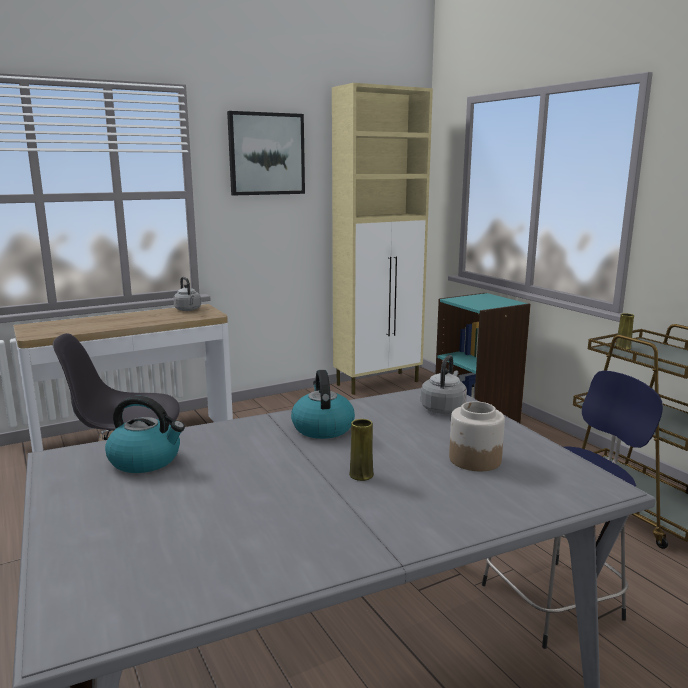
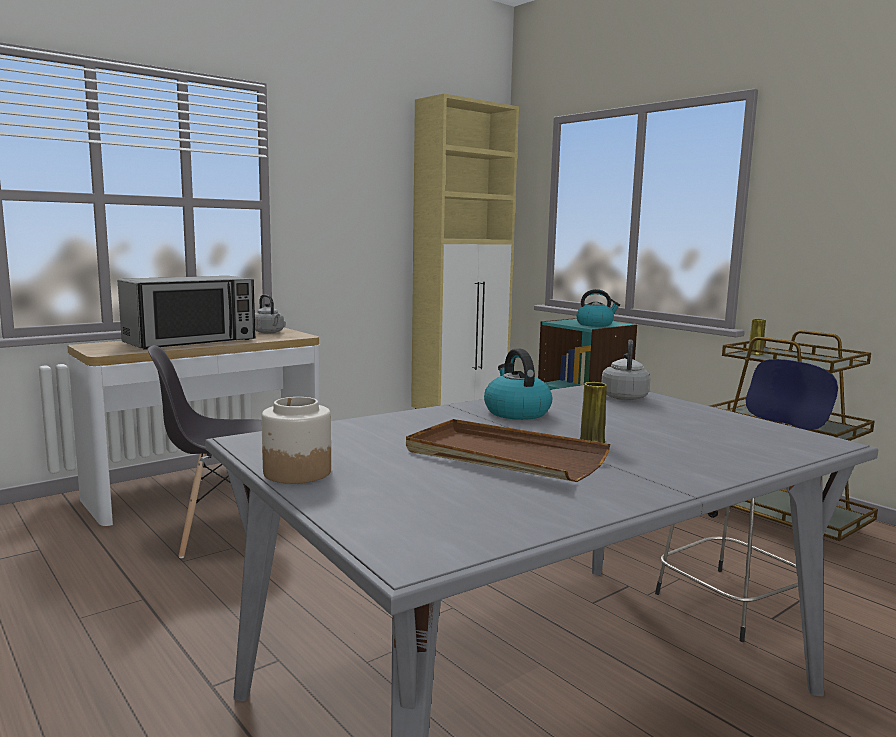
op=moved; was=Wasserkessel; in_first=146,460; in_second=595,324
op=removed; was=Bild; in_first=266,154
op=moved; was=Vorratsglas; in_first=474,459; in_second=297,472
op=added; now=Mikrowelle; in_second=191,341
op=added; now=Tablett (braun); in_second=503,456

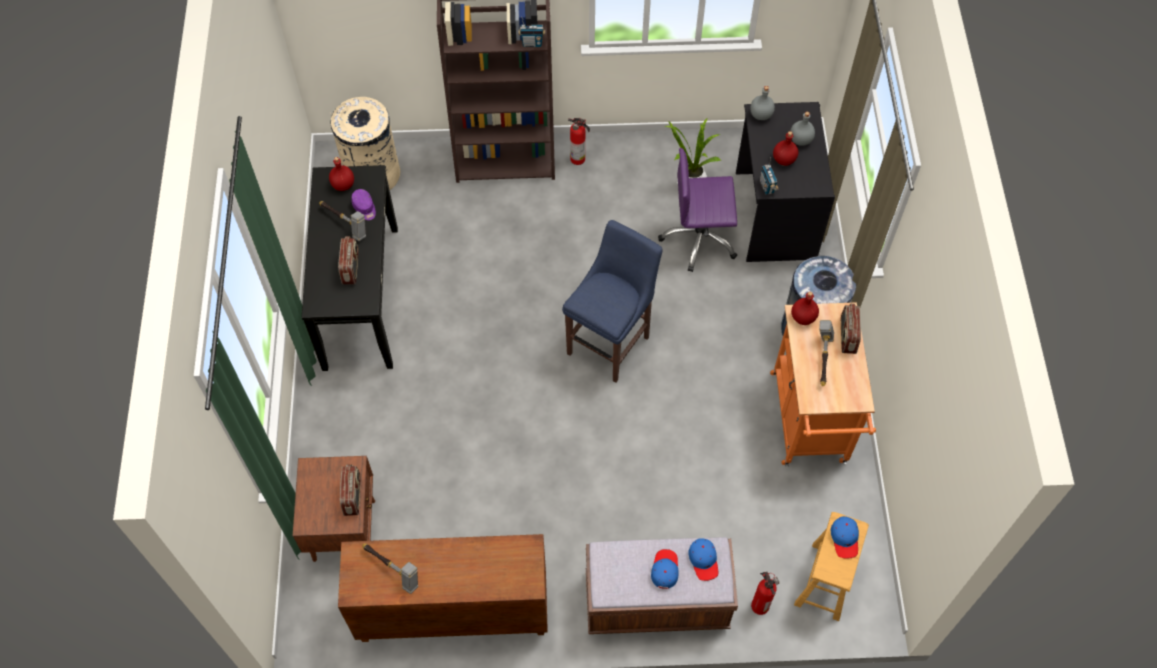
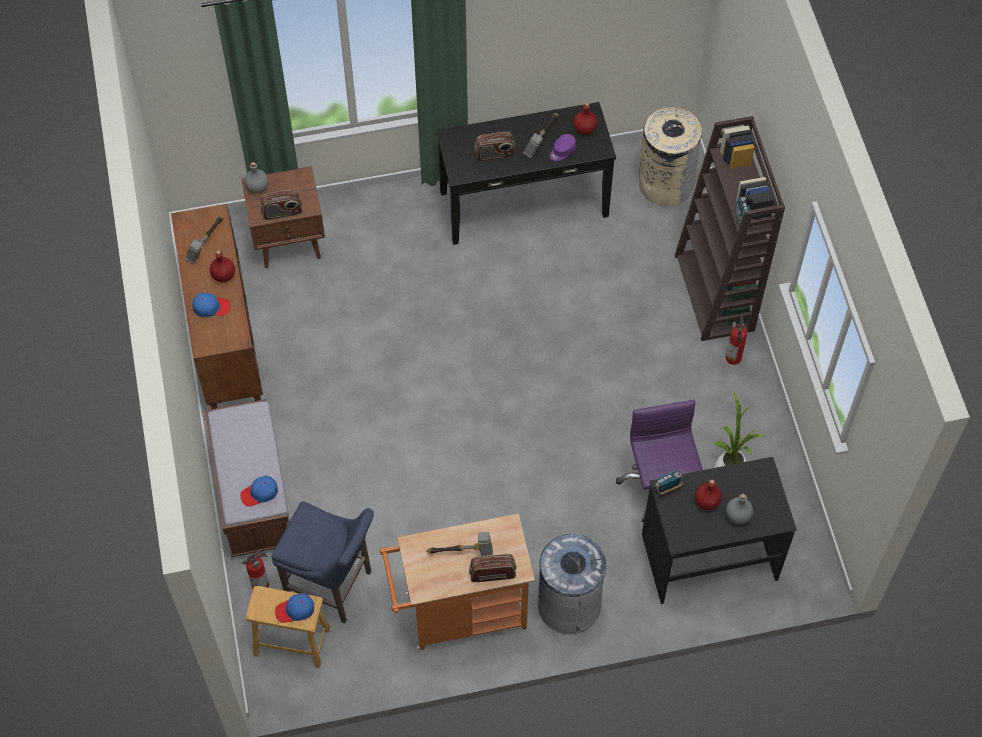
op=moved; was=Hocker (blau); in_first=611,342; in_second=333,587
op=moved; was=Kappe (blau); in_first=664,570; in_second=211,307
op=moved; was=Flasche (grau); in_first=761,115; in_second=257,188
op=moved; was=Flasche (rot); in_first=803,317; in_second=224,275

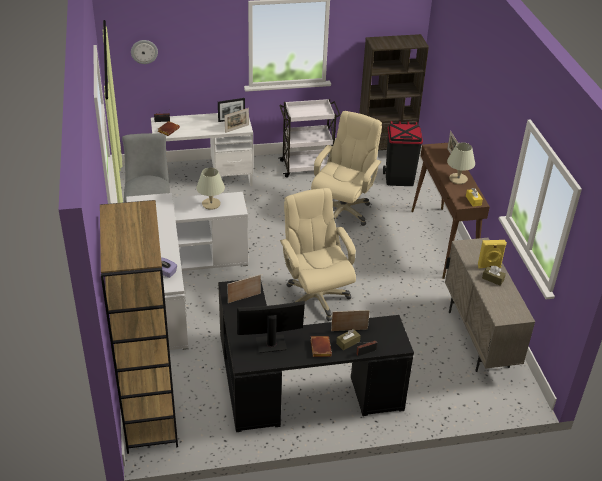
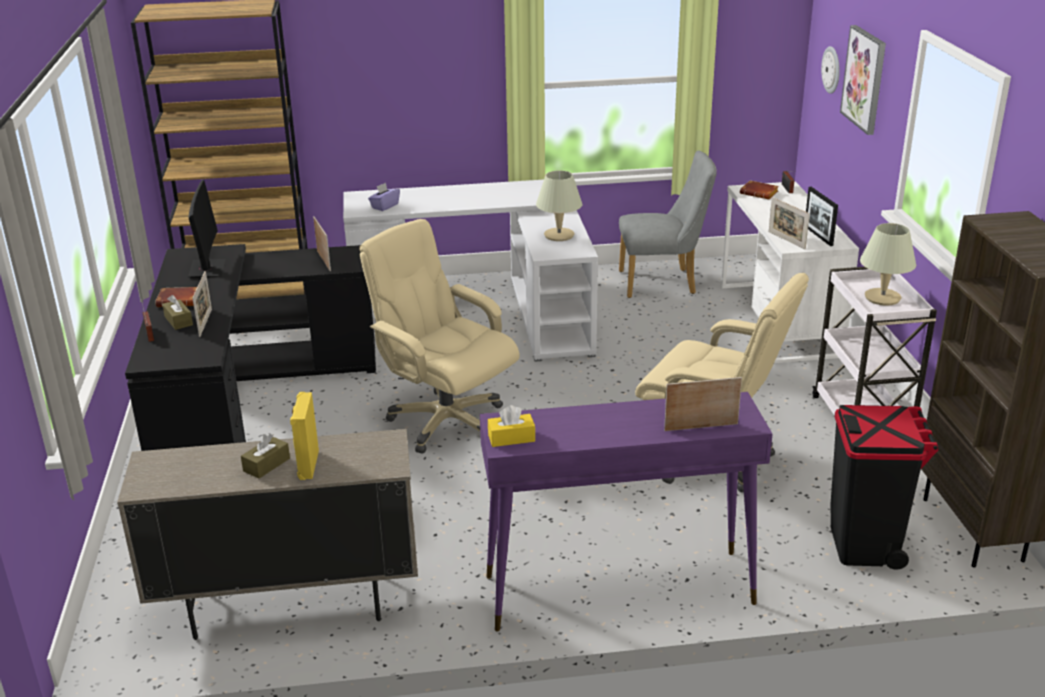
op=turned; was=Bürostuhl (beige); in_first=315,297; in_second=446,421; clockwise=-120
op=recoloured; was=Konsolentisch (braun); now=Konsolentisch (lila); in_first=442,242; in_second=617,590
op=moved; was=Tischlampe (beige); in_first=458,179; in_second=882,298
op=added; now=Bild; in_second=864,79

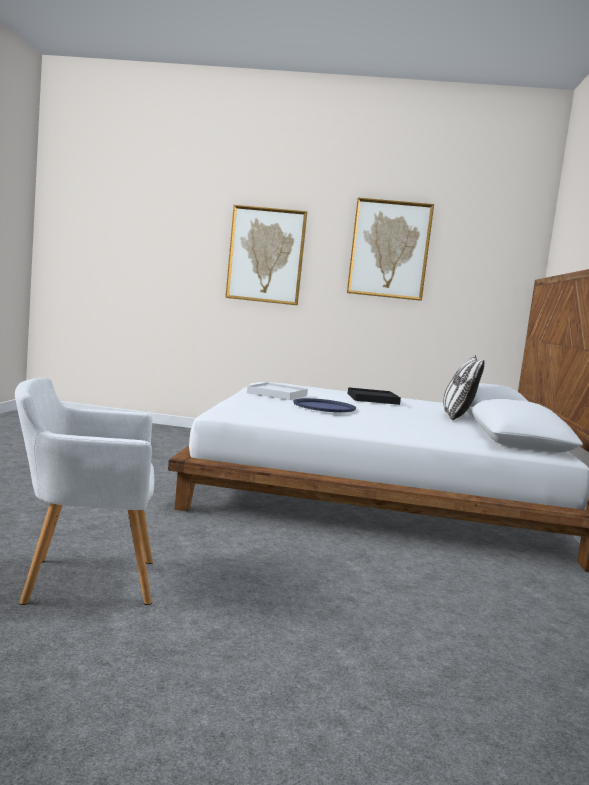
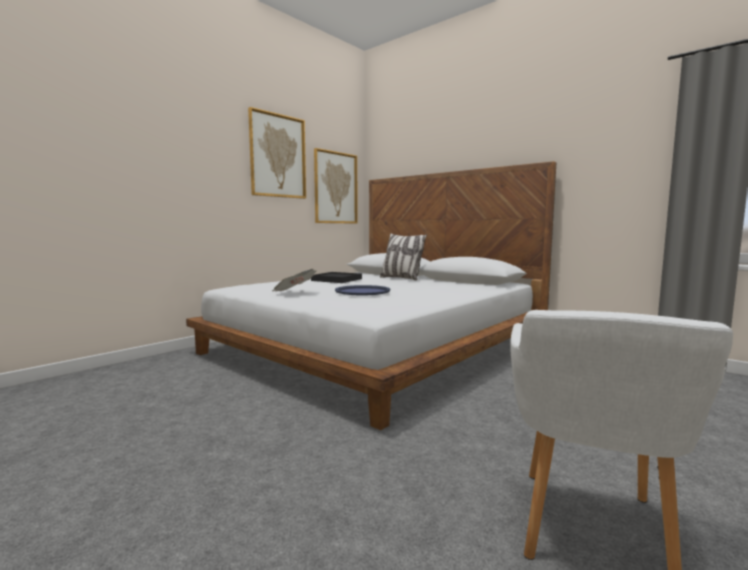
op=moved; was=Bild; in_first=266,255; in_second=335,188
op=replaced; was=Tablett (weiß); now=Zeitung; in_first=277,394; in_second=294,293

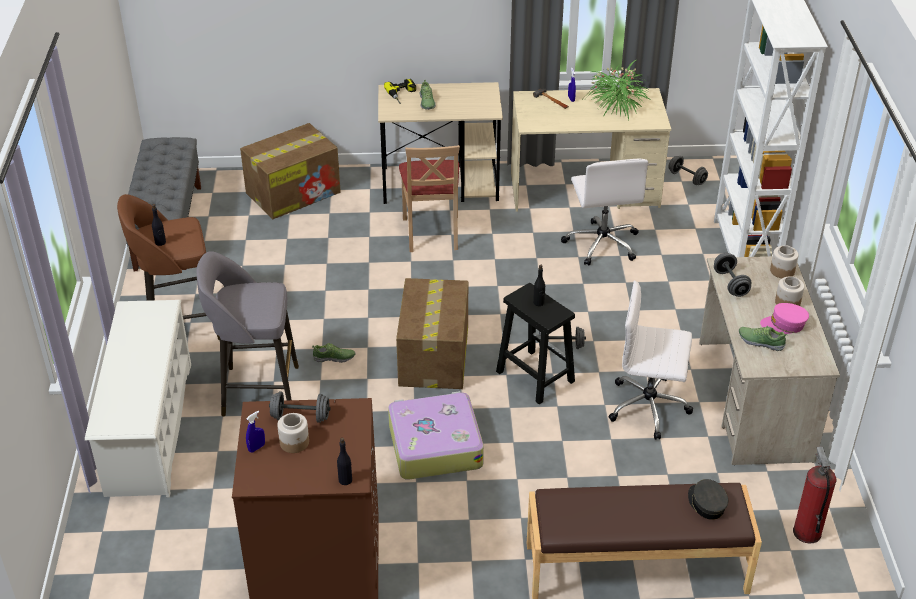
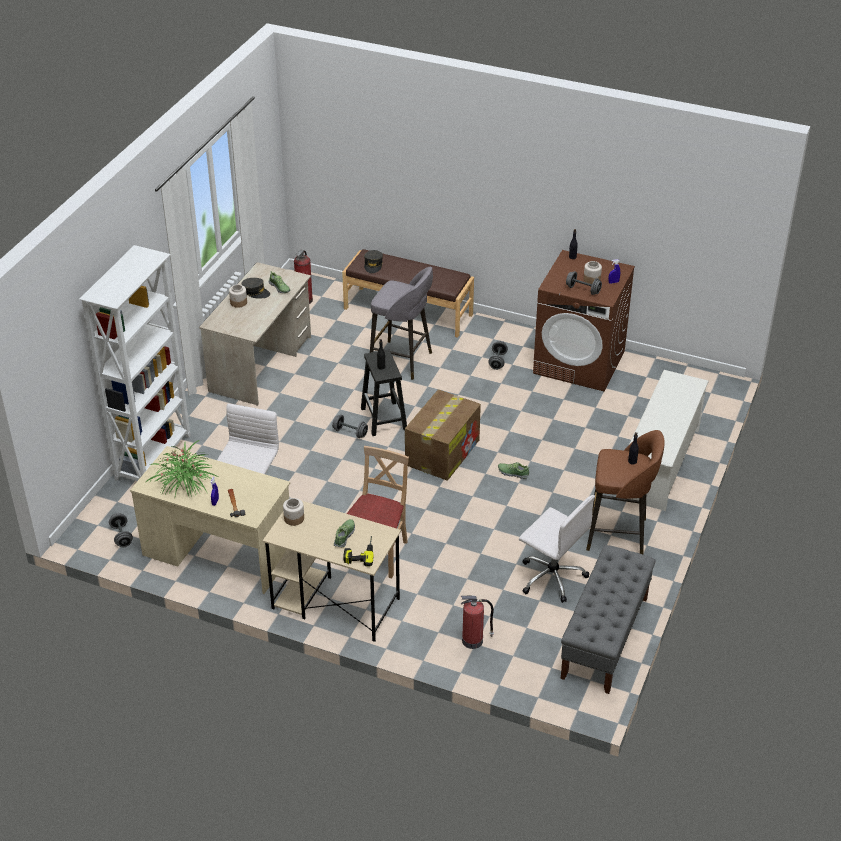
op=moved; was=Hocker (grau); in_first=257,391; in_second=402,360
op=replaced; was=Karton; now=Feuerlöscher; in_first=294,192; in_second=473,640
op=removed; was=Koffer; in_first=434,445
op=moved; was=Bürostuhl (weiß); in_first=649,407; in_second=551,576
op=moved; was=Hantel (grau); in_first=730,283; in_second=497,361
op=recoloured; was=Kappe (rosa); now=Kappe (grau); in_first=784,325; in_second=256,292
op=moved; was=Vorratsglas; in_first=782,271; in_second=294,518

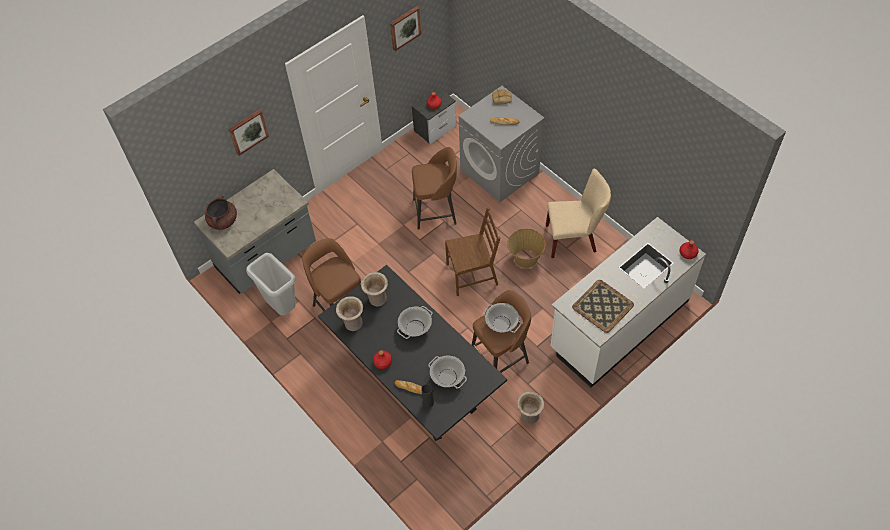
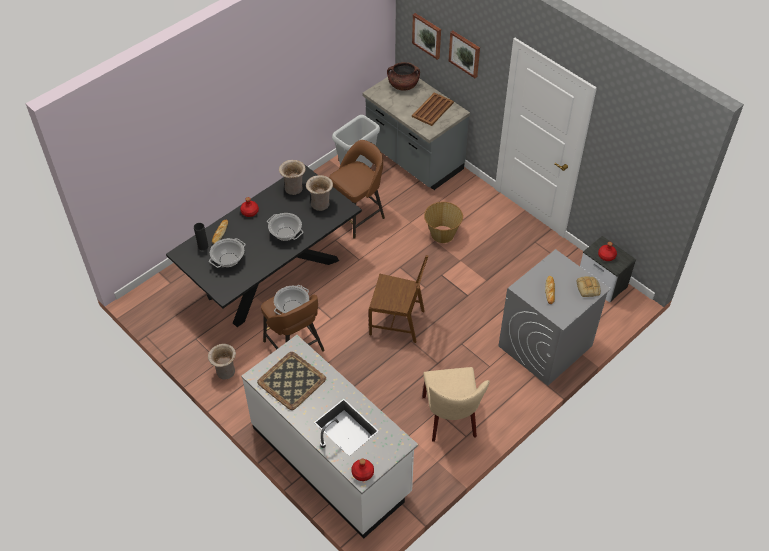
op=moved; was=Bild; in_first=404,27; in_second=427,35
op=removed; was=Hocker (braun); in_first=436,211
op=turned; was=Stuhl (braun); in_first=472,274; in_second=397,322; clockwise=-60
op=moved; was=Korb; in_first=525,259; in_second=442,234
op=added; now=Tablett (braun); in_second=432,110

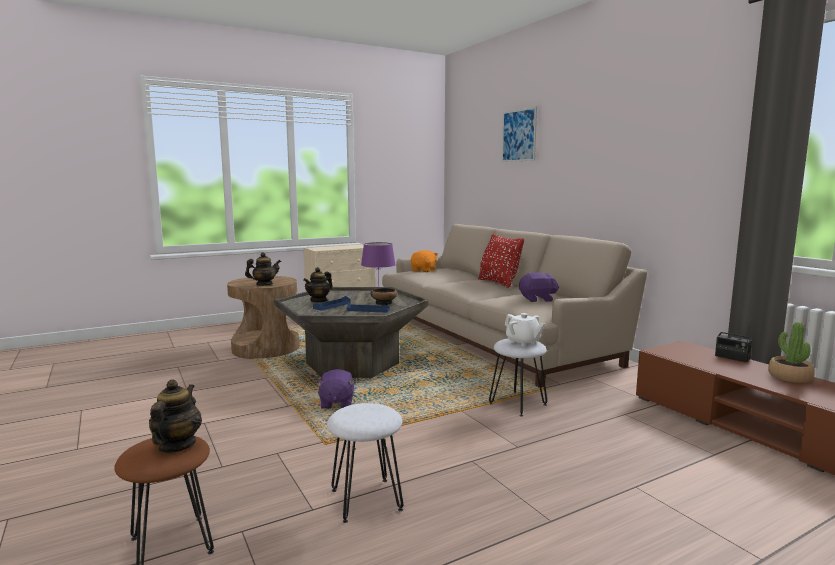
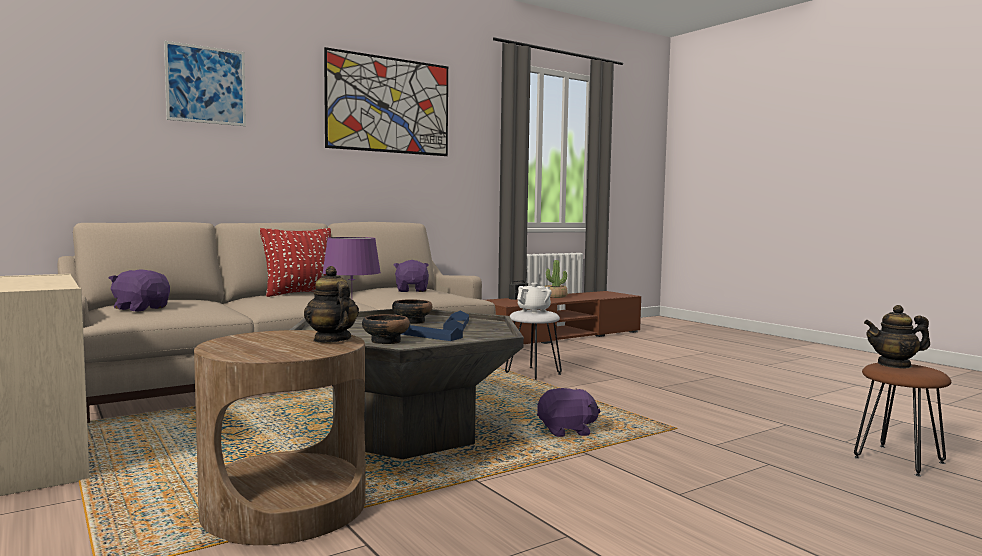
op=replaced; was=Teekanne; now=Schüssel; in_first=319,300; in_second=385,341
op=removed; was=Hocker (weiß); in_first=366,500
op=recoloured; was=Plüschtier (orange); now=Plüschtier (lila); in_first=424,270; in_second=141,308
op=added; now=Bild; in_second=389,105

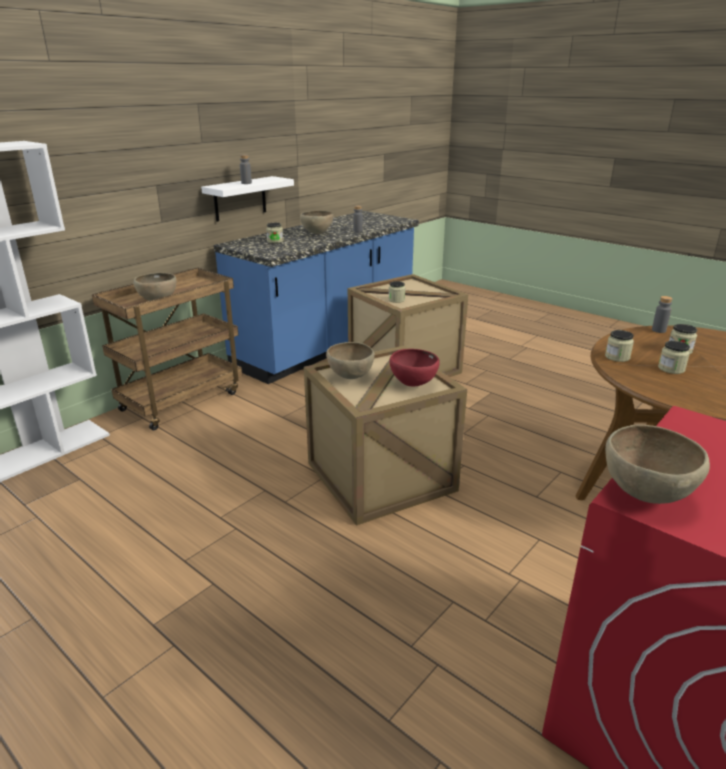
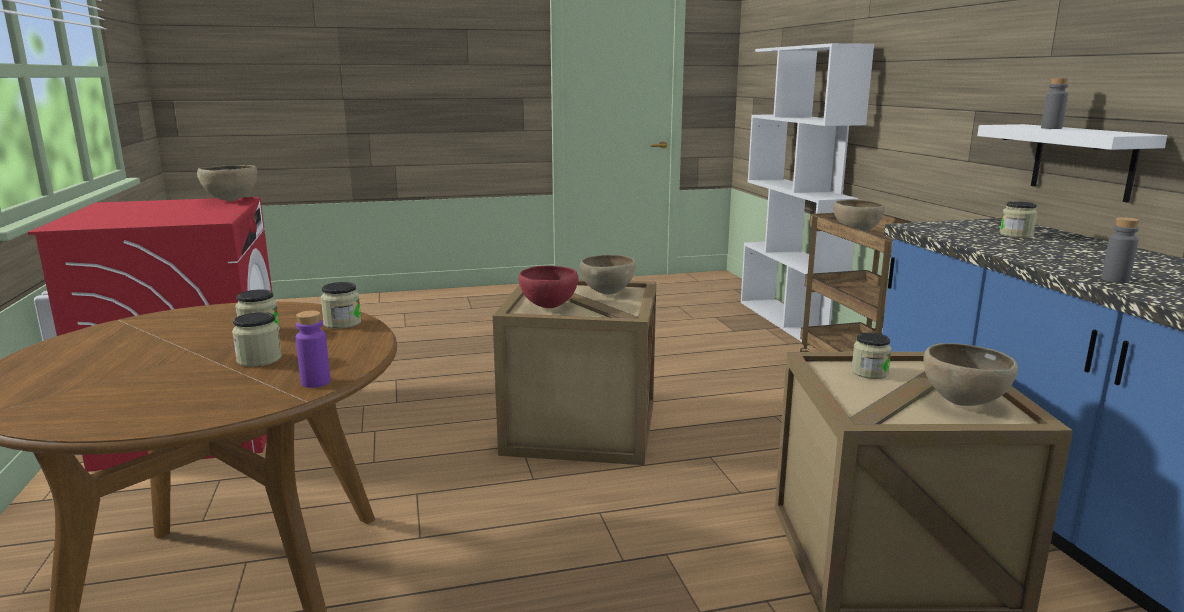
op=moved; was=Schüssel (braun); in_first=317,233; in_second=963,404
op=recoloured; was=Flasche (grau); now=Flasche (lila); in_first=658,330; in_second=315,382

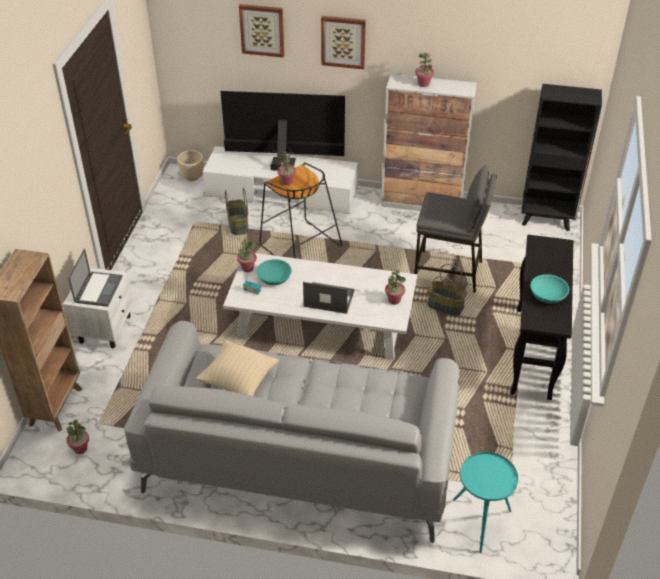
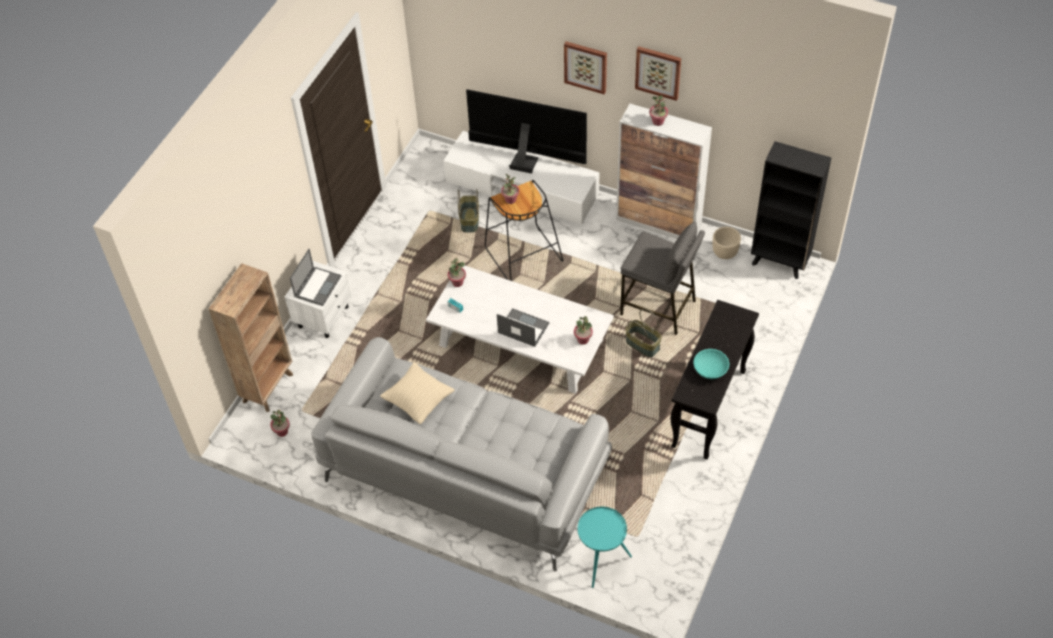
op=moved; was=Pflanzkübel (beige); in_first=192,177; in_second=725,253
op=moved; was=Bild; in_first=262,30; in_second=658,72
op=removed; was=Schüssel (türkis); in_first=274,277

